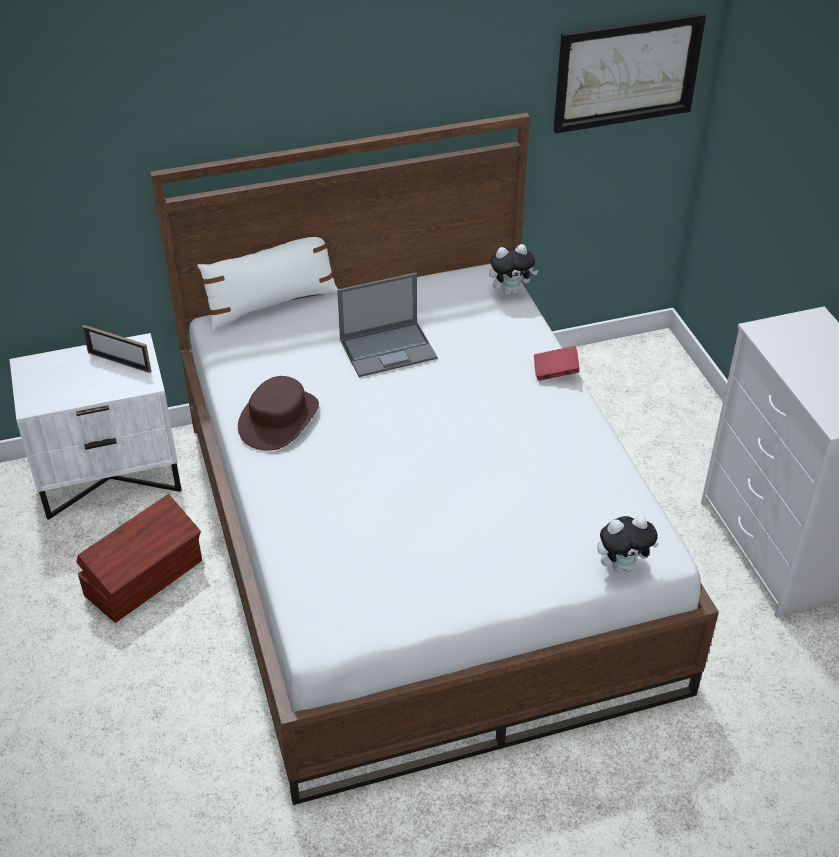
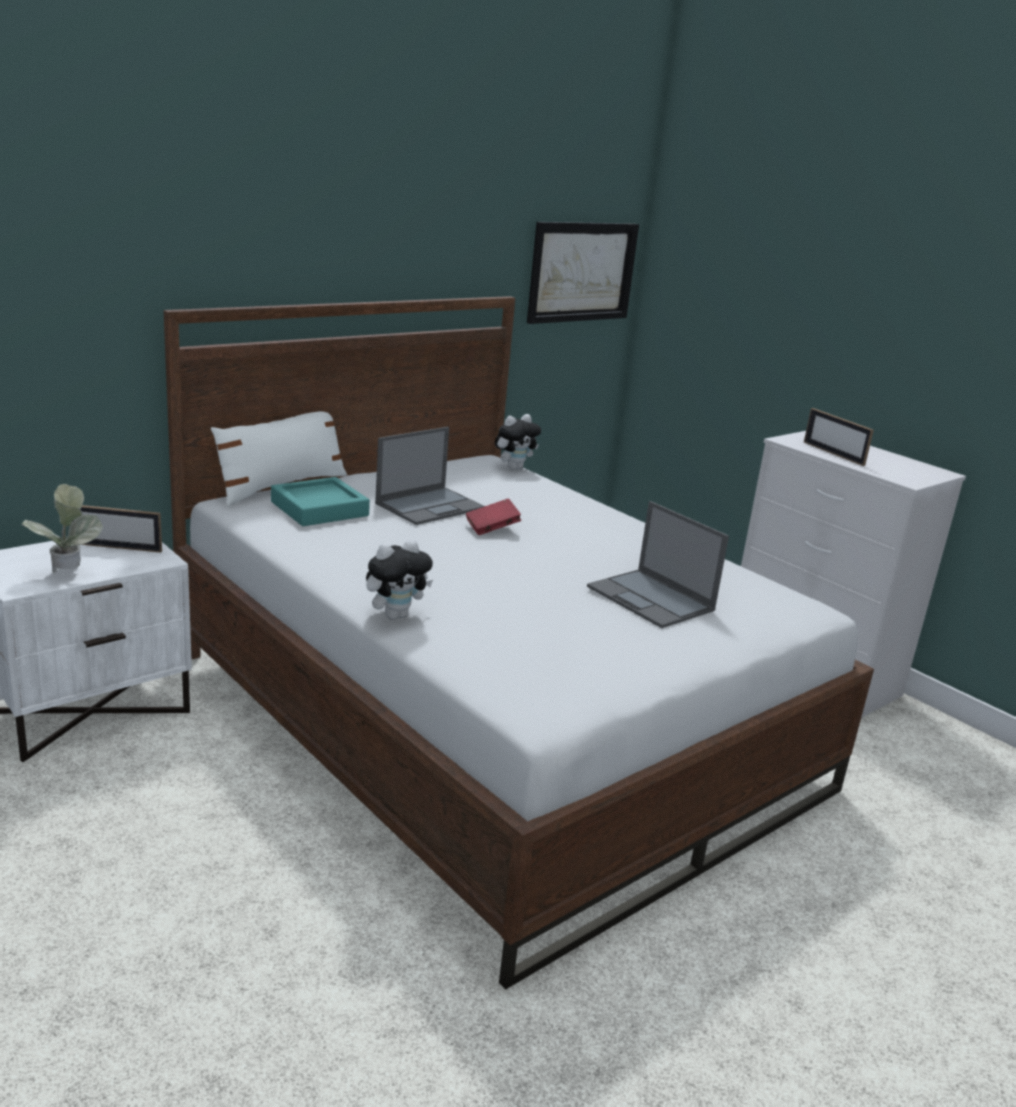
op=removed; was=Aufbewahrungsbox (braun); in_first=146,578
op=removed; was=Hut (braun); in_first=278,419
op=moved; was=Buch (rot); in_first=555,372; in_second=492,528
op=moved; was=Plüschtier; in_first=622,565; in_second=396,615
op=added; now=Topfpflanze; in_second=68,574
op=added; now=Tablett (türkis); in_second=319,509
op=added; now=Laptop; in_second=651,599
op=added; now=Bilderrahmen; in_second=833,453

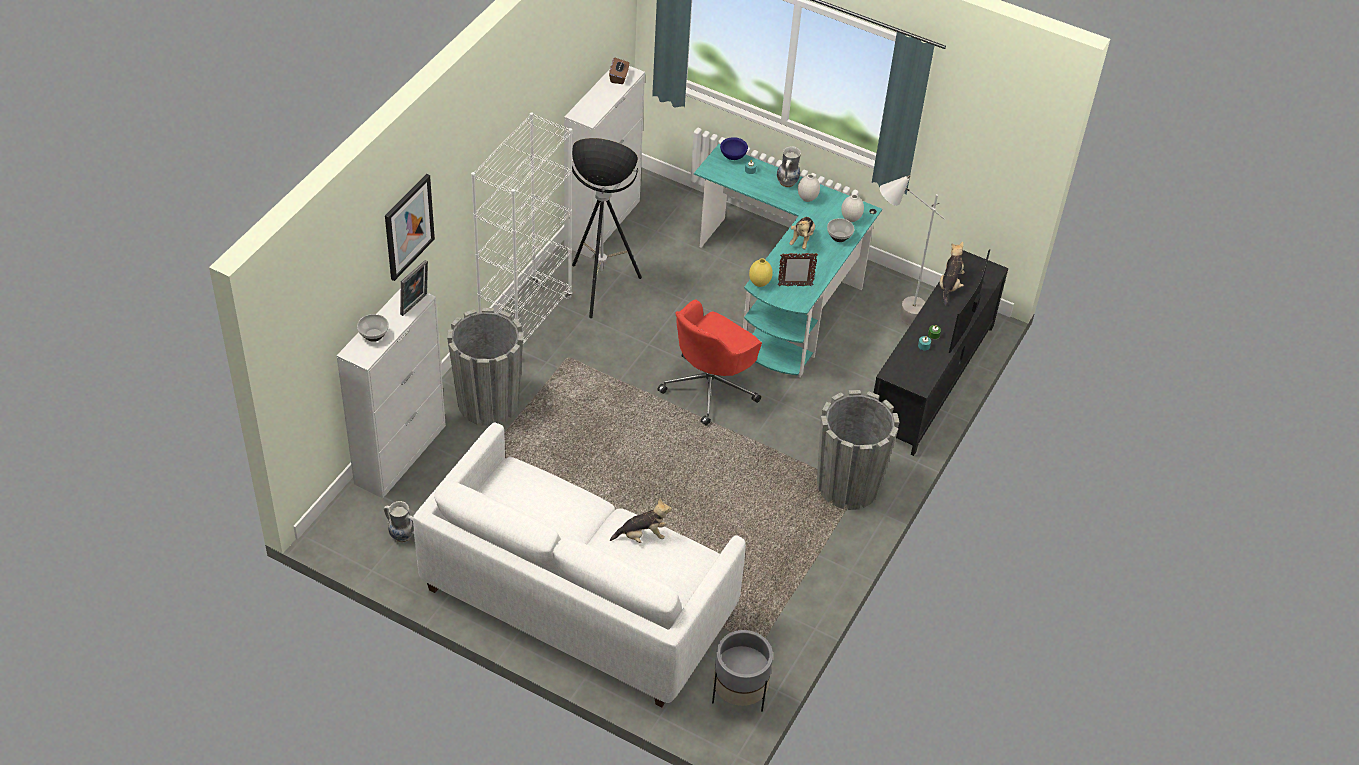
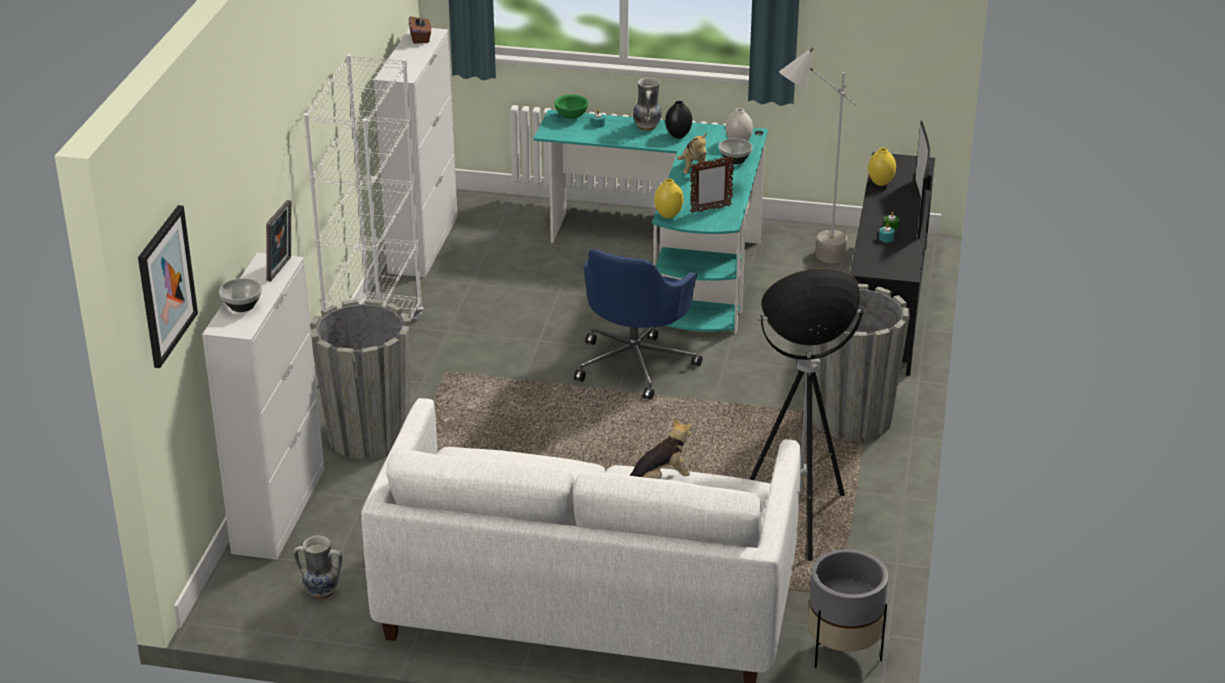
op=moved; was=Bild; in_first=408,226; in_second=166,286
op=moved; was=Stehlampe; in_first=600,288; in_second=798,521
op=recoloured; was=Bürostuhl (rot); now=Bürostuhl (blau); in_first=710,387; in_second=635,363
op=recoloured; was=Schüssel (blau); now=Schüssel (grün); in_first=733,156; in_second=571,116
op=recoloured; was=Vase (weiß); now=Vase (schwarz); in_first=807,198; in_second=678,136
op=replaced; was=Plüschtier; now=Vase (gelb); in_first=949,285; in_second=881,183

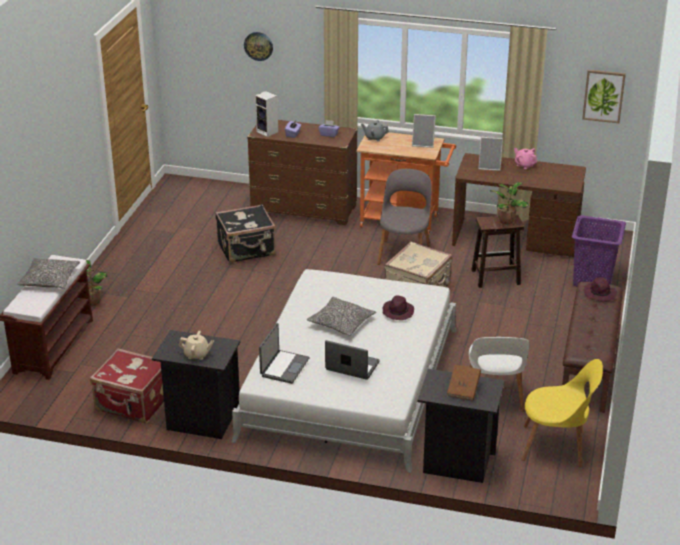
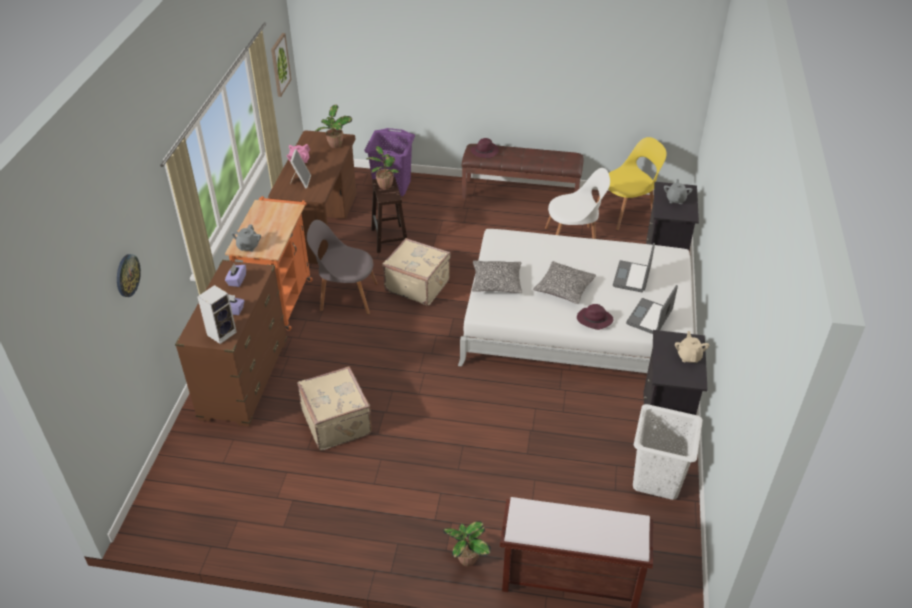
op=moved; was=Kissen; in_first=50,280; in_second=496,282
op=replaced; was=Koffer (rot); now=Wäschekorb (weiß); in_first=133,404; in_second=657,478
op=recoloured; was=Koffer (schwarz); now=Koffer (beige); in_first=247,249; in_second=338,421
op=turned; was=Laptop; in_first=284,367; in_second=650,318; clockwise=-75
op=moved; was=Hut (lila); in_first=397,312; in_second=594,320
op=removed; was=Bilderrahmen; in_first=423,144
op=replaced; was=Buch (braun); now=Teekanne (grau); in_first=463,390; in_second=675,199
op=turned; was=Stuhl (gelb); in_first=556,446; in_second=626,212; clockwise=60
op=added; now=Topfpflanze; in_second=335,145

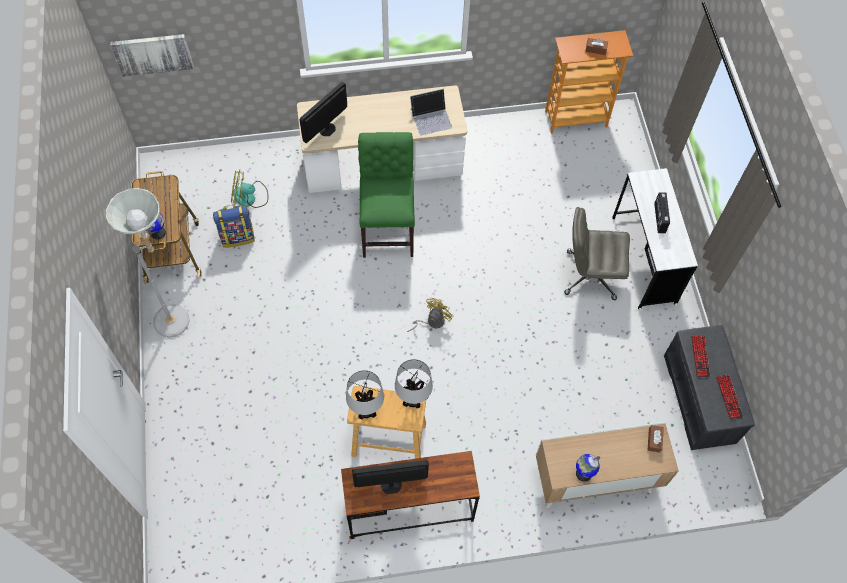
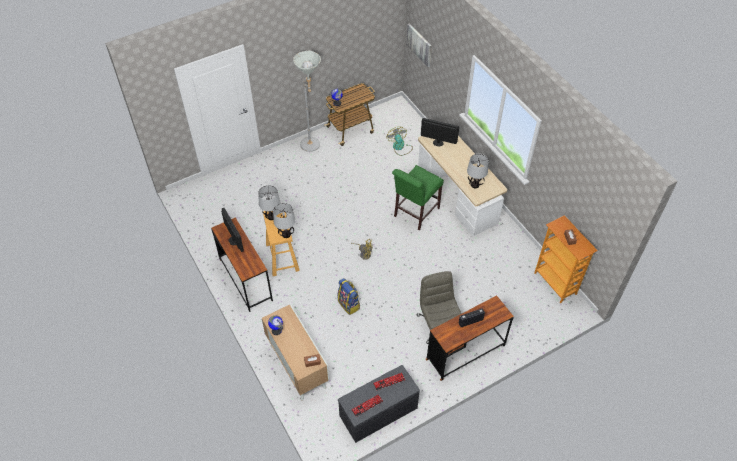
op=moved; was=Rucksack; in_first=237,236; in_second=349,304
op=turned; was=Stuhl (grün); in_first=388,228; in_second=414,213; clockwise=150
op=replaced; was=Laptop; now=Tischlampe; in_first=431,118; in_second=475,185
op=recoloured; was=Schreibtisch (weiß); now=Schreibtisch (braun); in_first=643,260; in_second=465,352

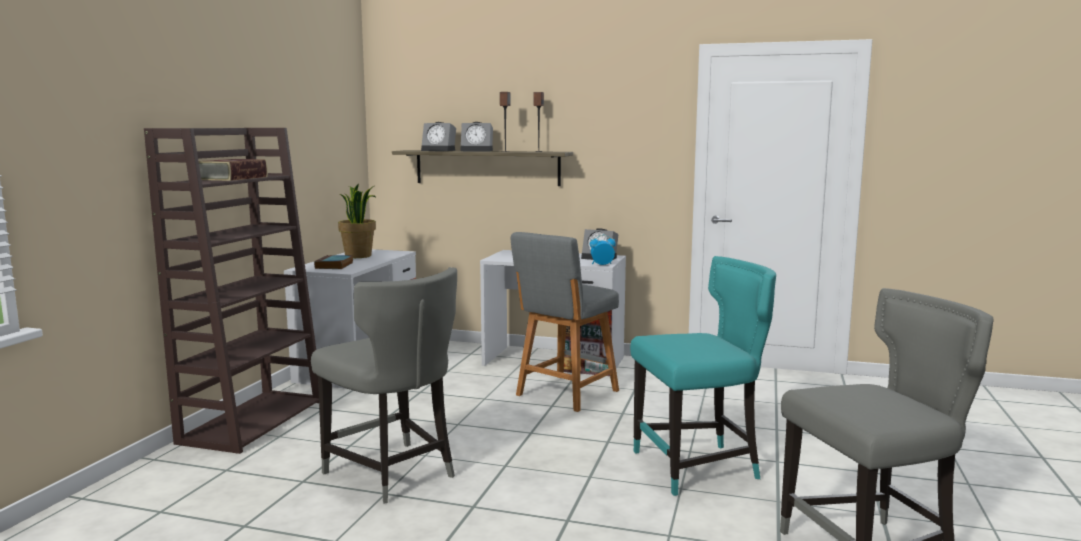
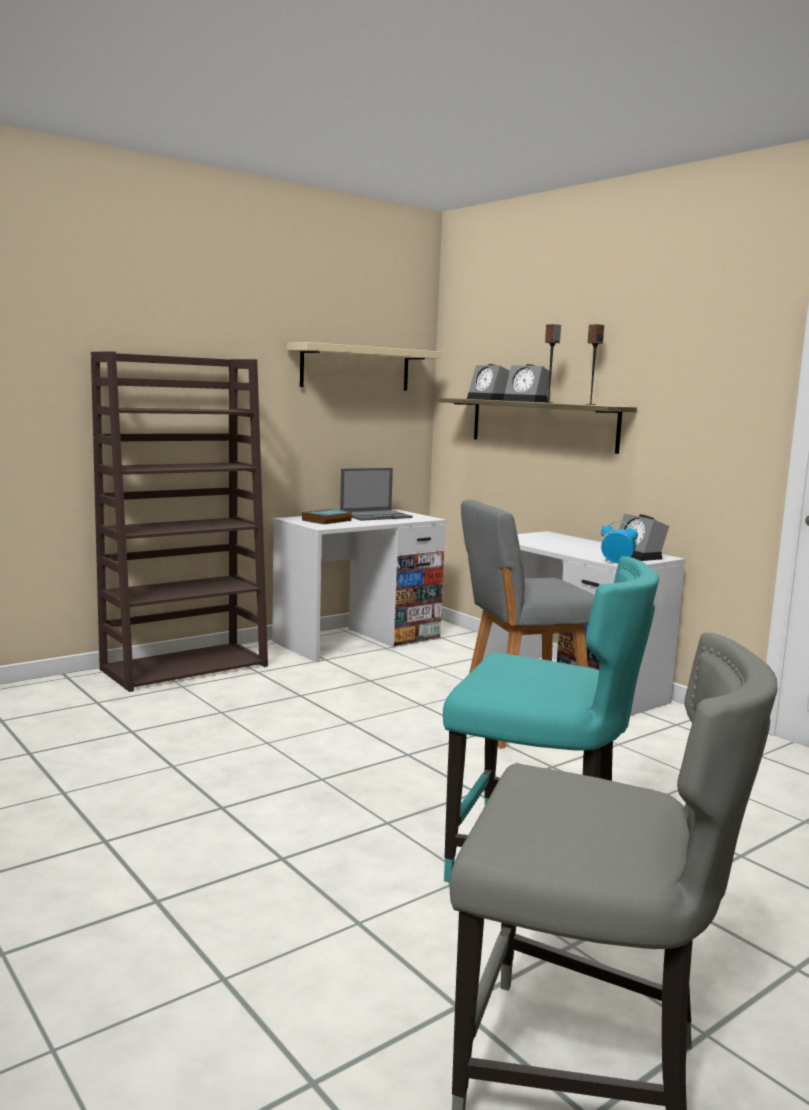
op=removed; was=Buch; in_first=233,178
op=removed; was=Stuhl (grau); in_first=393,474
op=replaced; was=Topfpflanze; now=Laptop; in_first=359,256; in_second=376,516
op=added; now=Wandregal (beige); in_second=355,368

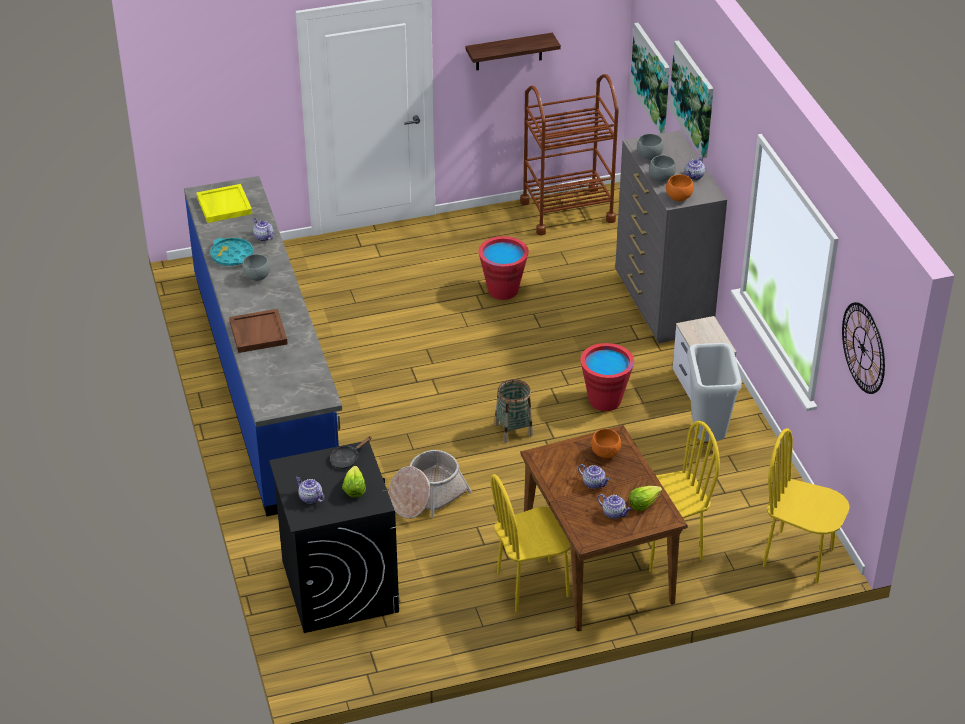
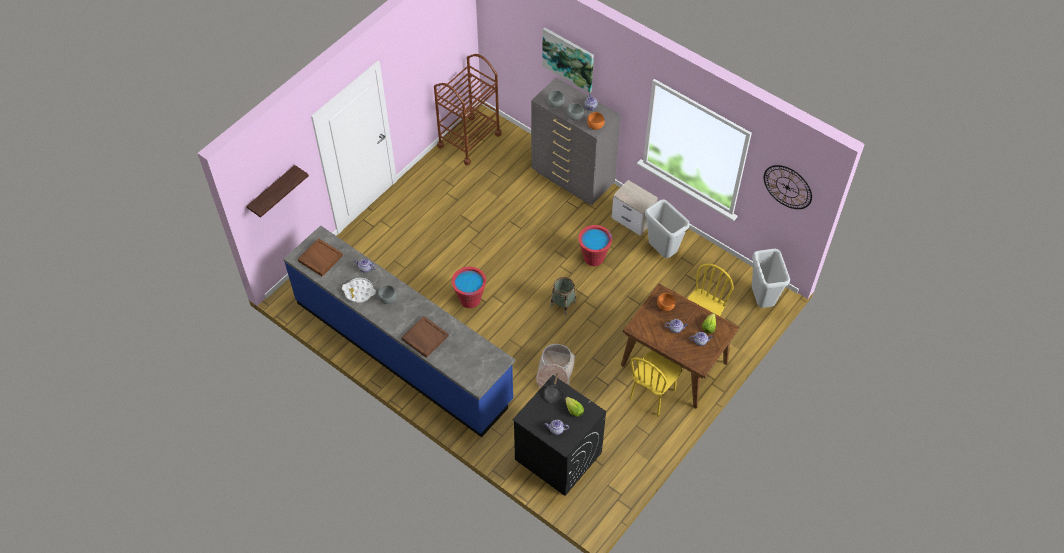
op=recoloured; was=Tablett (gelb); now=Tablett (braun); in_first=224,205; in_second=320,258
op=recoloured; was=Tablett (türkis); now=Tablett (weiß); in_first=232,255; in_second=359,292
op=moved; was=Wandregal; in_first=509,52; in_second=272,192
op=moved; was=Eimer (rot); in_first=503,290; in_second=470,299
op=removed; was=Bild; in_first=652,77
op=replaced; was=Stuhl (gelb); now=Mülleimer (grau); in_first=798,556; in_second=761,300

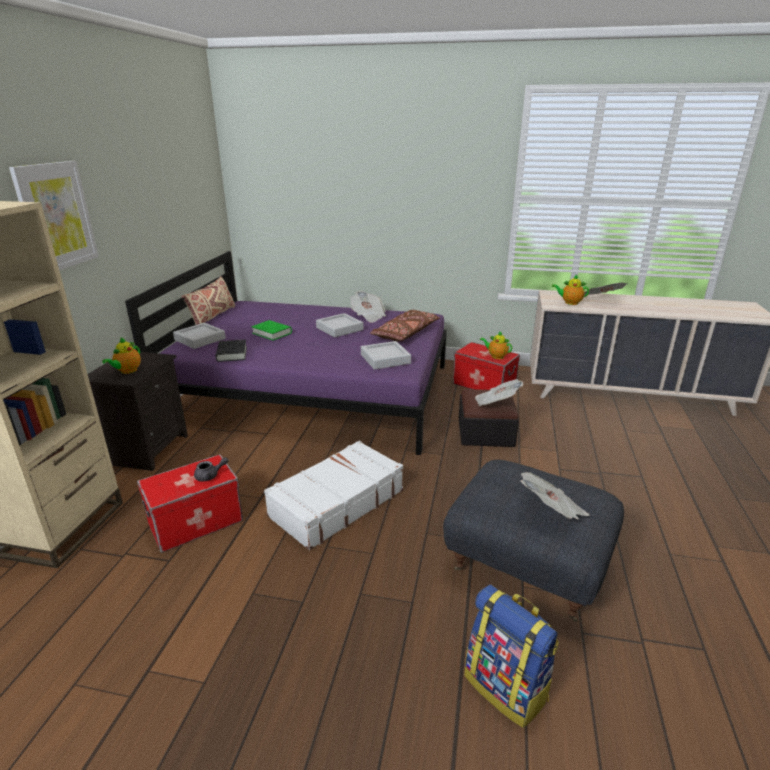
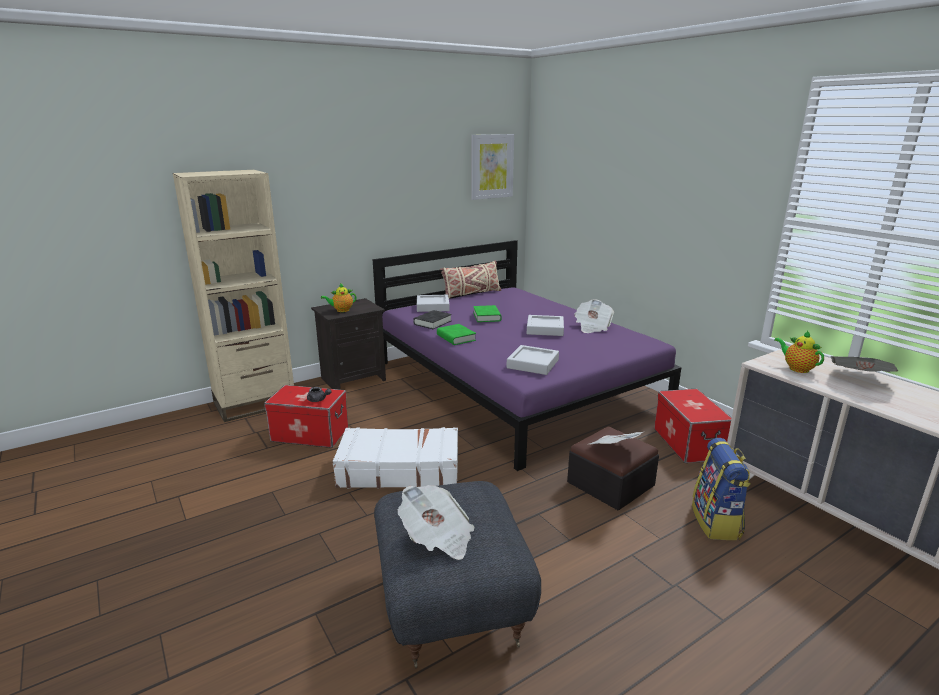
op=moved; was=Bild; in_first=56,216; in_second=491,166
op=removed; was=Kissen (braun); in_first=405,334
op=moved; was=Rucksack; in_first=506,687; in_second=716,522
op=removed; was=Teekanne; in_first=496,356
op=added; now=Buch (grün); in_second=456,338

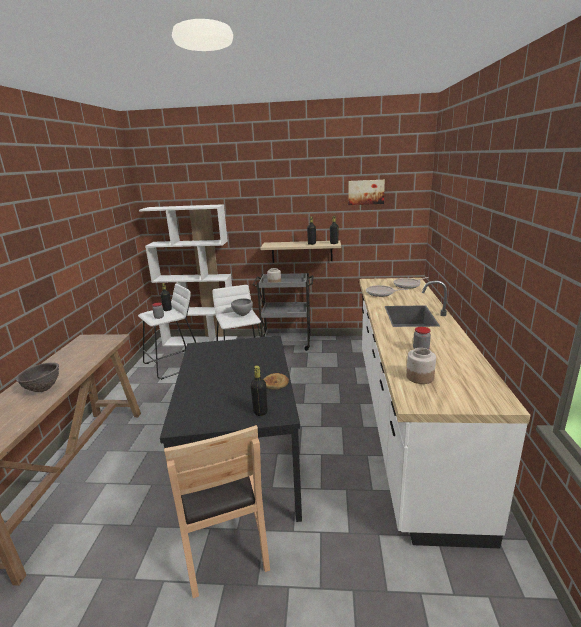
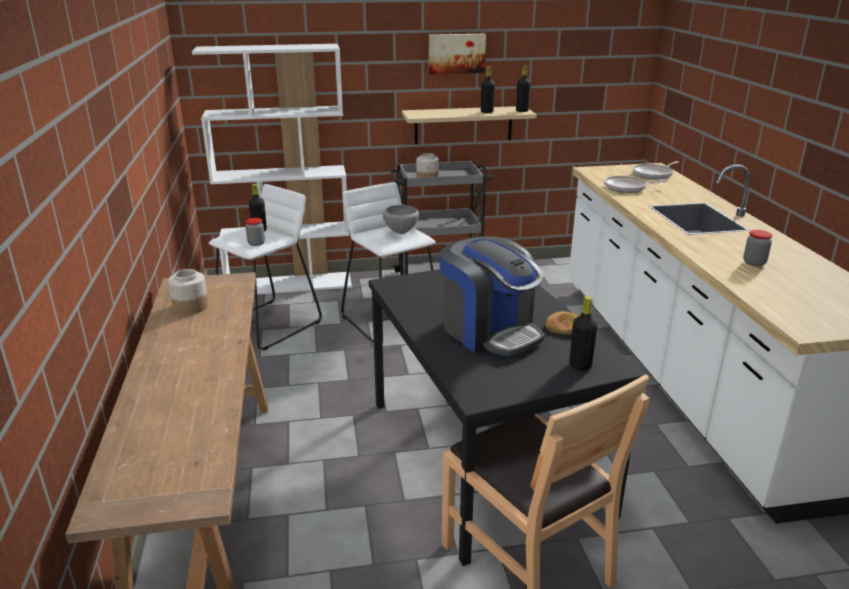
op=removed; was=Schüssel (braun); in_first=43,389
op=moved; was=Bild; in_first=366,192; in_second=456,53
op=moved; was=Vorratsglas; in_first=419,377; in_second=190,307
op=added; now=Kaffeemaschine; in_second=489,331

